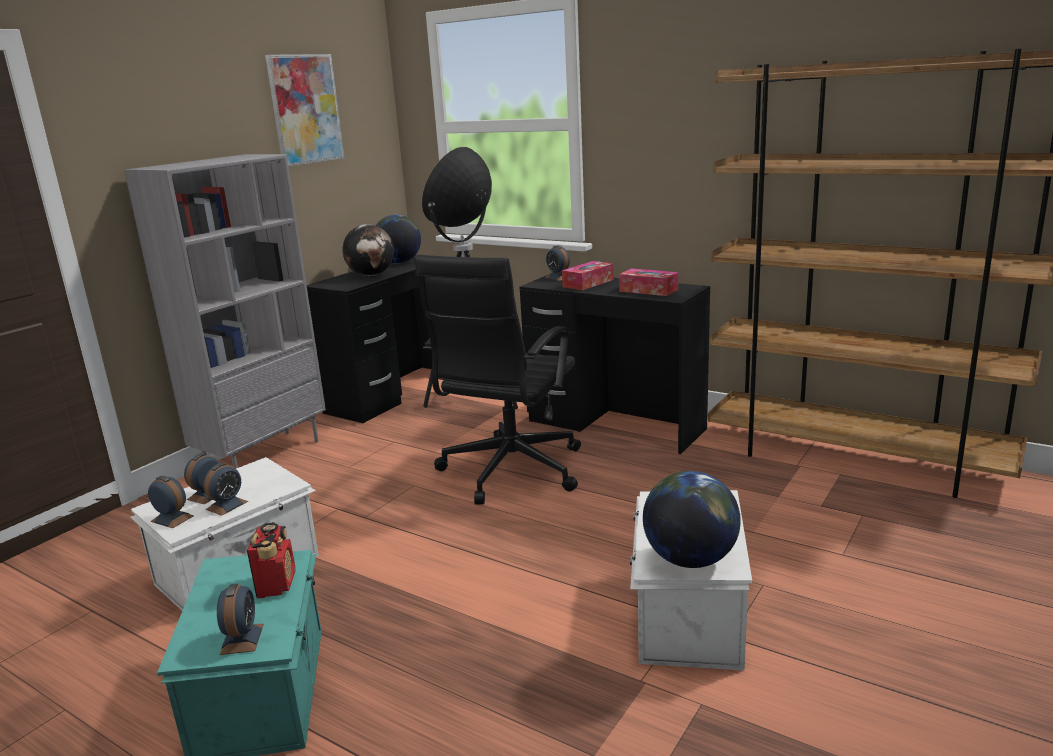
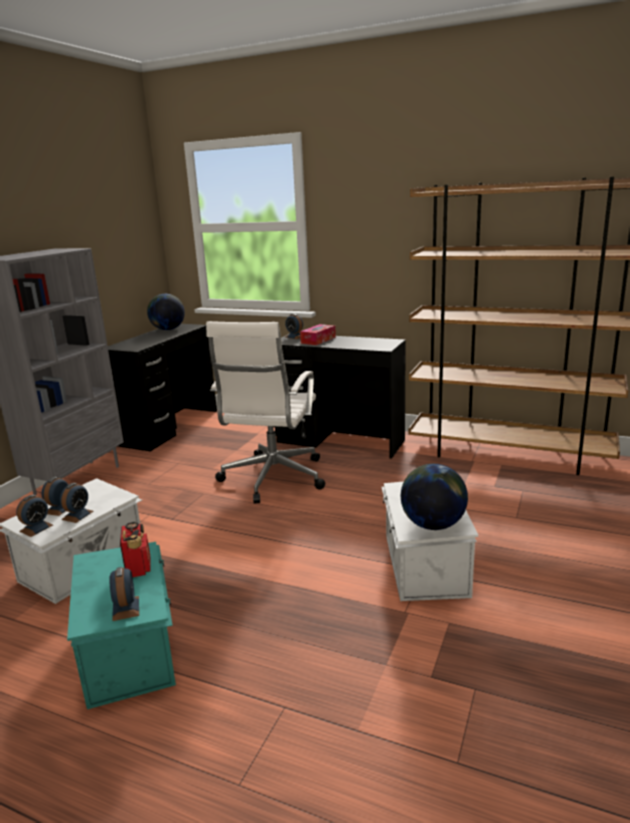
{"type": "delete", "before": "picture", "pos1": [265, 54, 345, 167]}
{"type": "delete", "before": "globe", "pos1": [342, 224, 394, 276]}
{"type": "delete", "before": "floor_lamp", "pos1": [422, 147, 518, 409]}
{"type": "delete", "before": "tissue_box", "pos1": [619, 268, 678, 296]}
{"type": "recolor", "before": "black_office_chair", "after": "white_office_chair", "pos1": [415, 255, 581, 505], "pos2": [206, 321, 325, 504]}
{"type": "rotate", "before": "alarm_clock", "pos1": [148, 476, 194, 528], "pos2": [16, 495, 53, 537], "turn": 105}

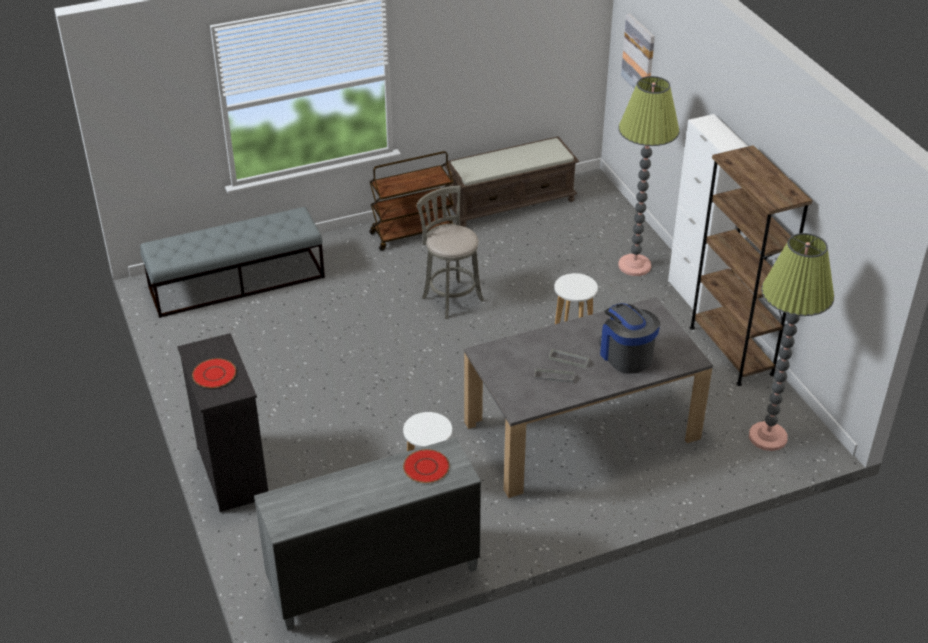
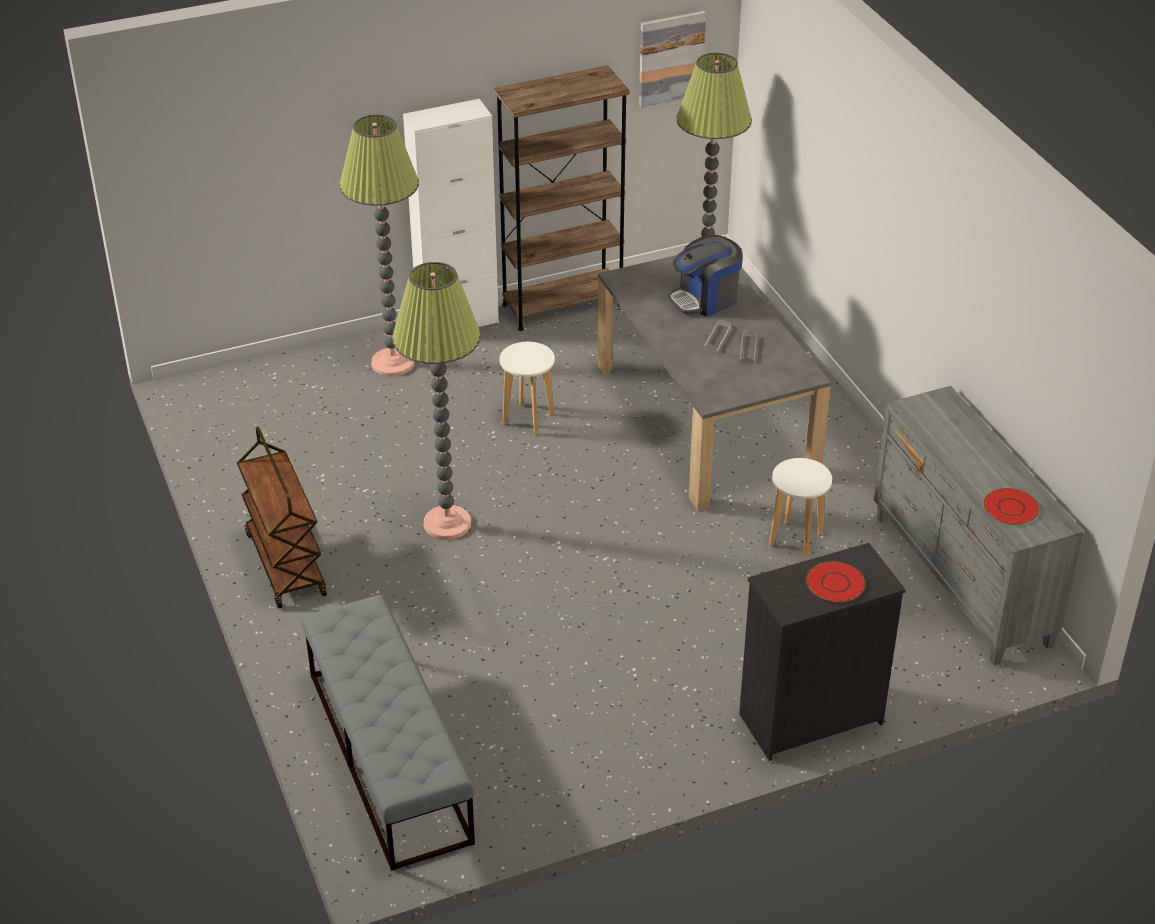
{"type": "delete", "before": "brown_bench", "pos1": [444, 136, 579, 227]}
{"type": "move", "before": "red_plate", "pos1": [403, 449, 449, 483], "pos2": [984, 488, 1040, 525]}
{"type": "move", "before": "picture", "pos1": [621, 13, 655, 89], "pos2": [639, 11, 706, 108]}
{"type": "replace", "before": "grey_stool", "after": "floor_lamp", "pos1": [417, 185, 484, 319], "pos2": [392, 262, 481, 540]}

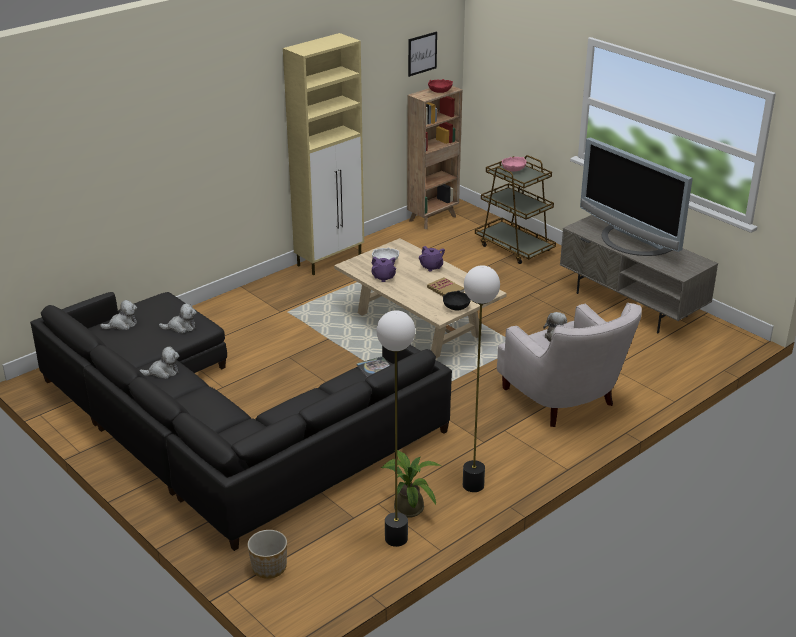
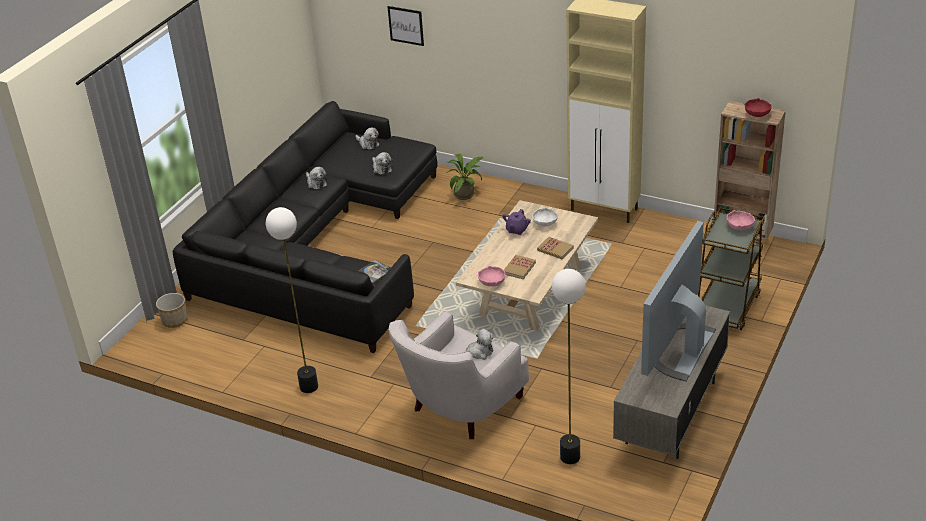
{"type": "move", "before": "floor_lamp", "pos1": [376, 310, 415, 547], "pos2": [552, 269, 585, 464]}
{"type": "move", "before": "potted_plant", "pos1": [381, 450, 441, 518], "pos2": [447, 153, 483, 200]}
{"type": "move", "before": "picture", "pos1": [408, 31, 437, 77], "pos2": [387, 6, 424, 46]}
{"type": "replace", "before": "purple_teapot", "after": "book", "pos1": [419, 246, 445, 272], "pos2": [537, 237, 574, 259]}
{"type": "recolor", "before": "black_bowl", "after": "pink_bowl", "pos1": [443, 290, 471, 310], "pos2": [478, 266, 505, 287]}

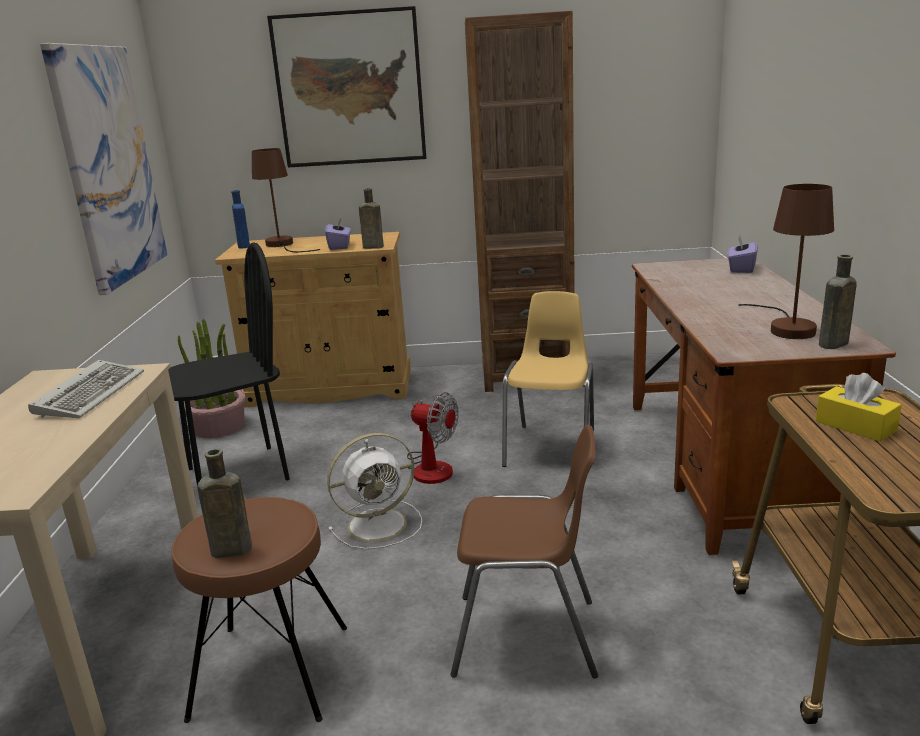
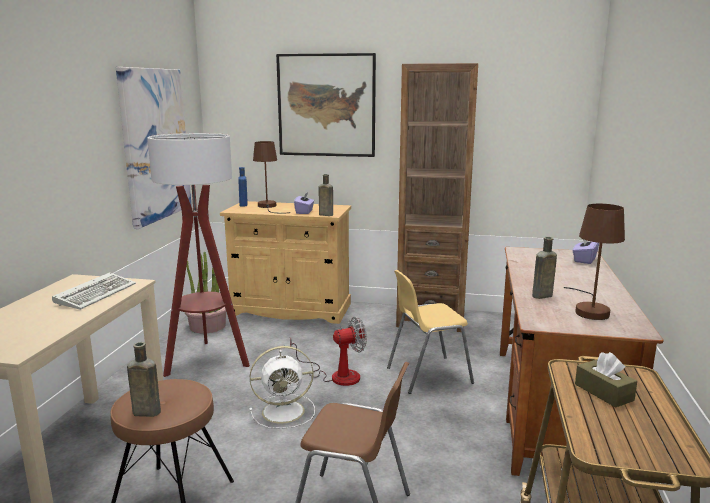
{"type": "move", "before": "brown_bottle", "pos1": [819, 254, 857, 349], "pos2": [532, 237, 557, 299]}
{"type": "replace", "before": "black_chair", "after": "floor_lamp", "pos1": [168, 242, 290, 486], "pos2": [147, 133, 250, 377]}
{"type": "recolor", "before": "yellow_tissue_box", "after": "brown_tissue_box", "pos1": [816, 373, 902, 442], "pos2": [575, 352, 637, 408]}
{"type": "rotate", "before": "fan", "pos1": [407, 392, 459, 484], "pos2": [290, 317, 367, 386], "turn": -60}
{"type": "rotate", "before": "yellow_chair", "pos1": [502, 291, 594, 467], "pos2": [387, 270, 474, 394], "turn": -135}

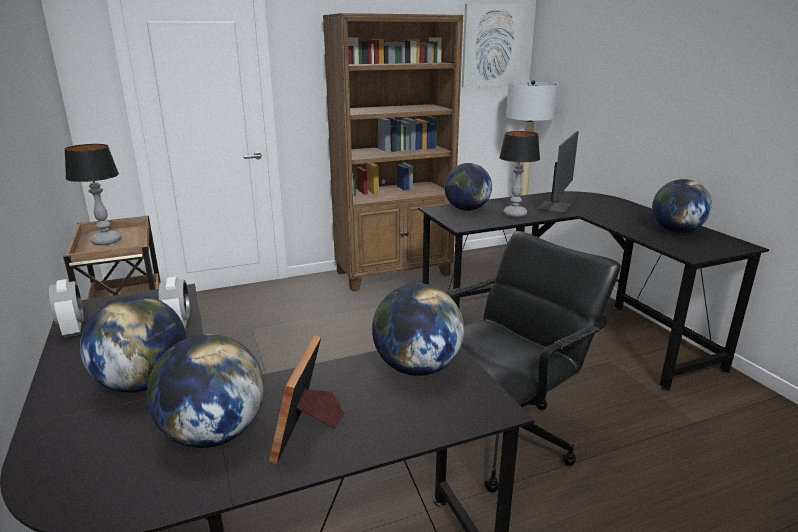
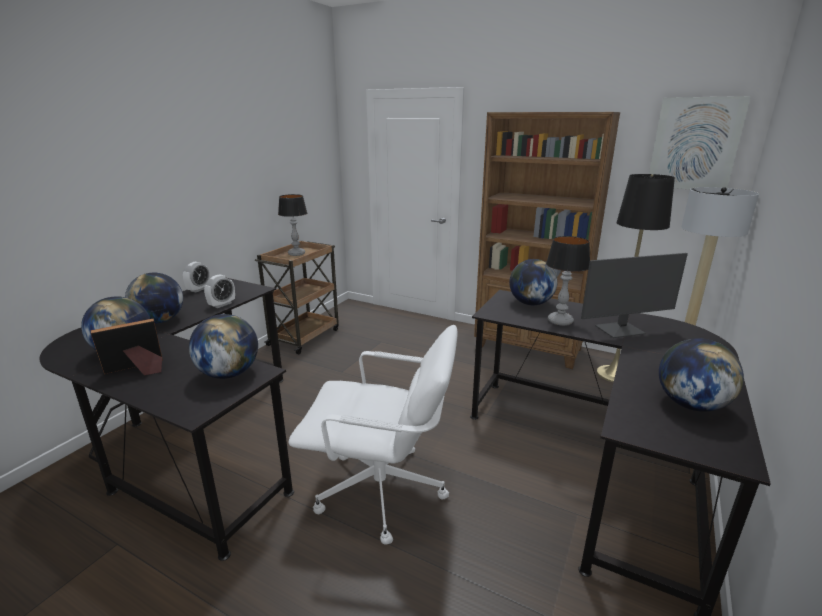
{"type": "insert", "after": "black_floor_lamp", "pos2": [596, 174, 675, 382]}
{"type": "recolor", "before": "black_office_chair", "after": "white_office_chair", "pos1": [445, 231, 621, 493], "pos2": [288, 325, 458, 545]}

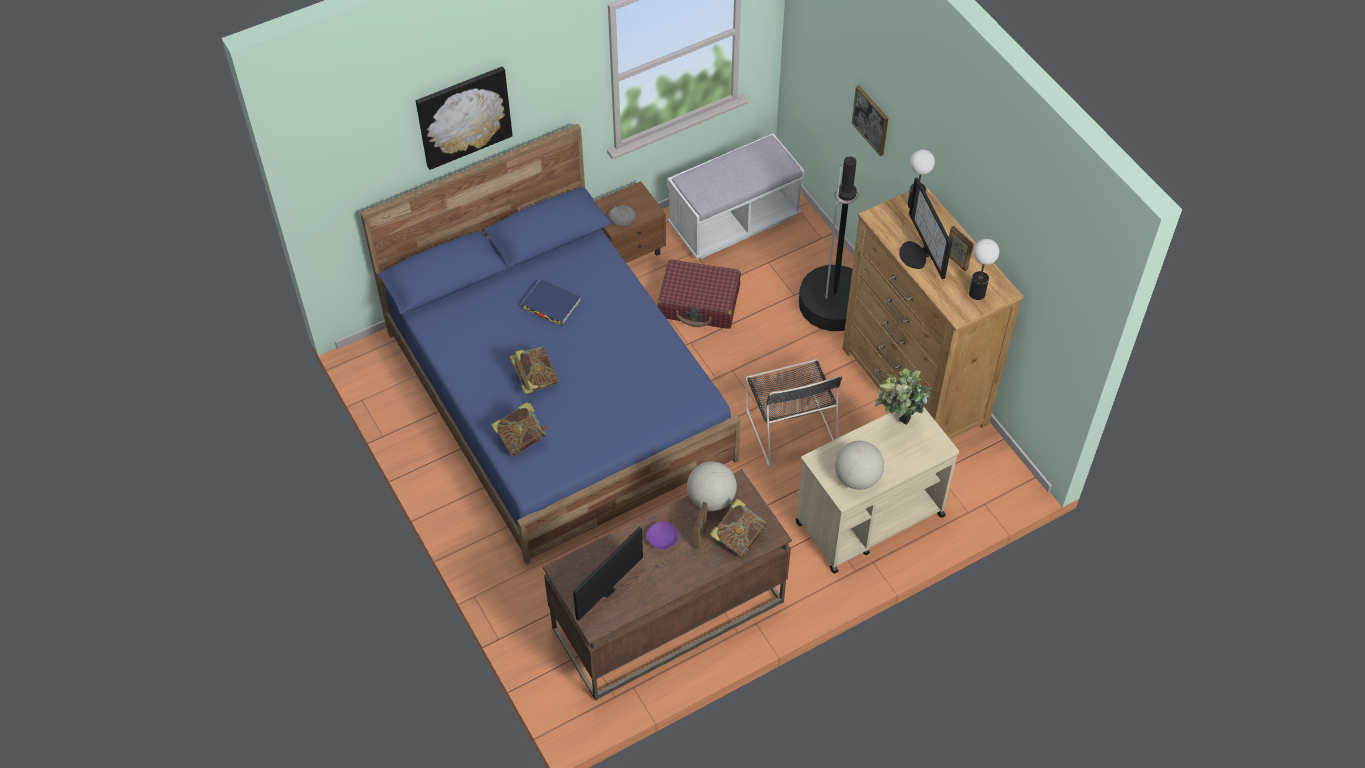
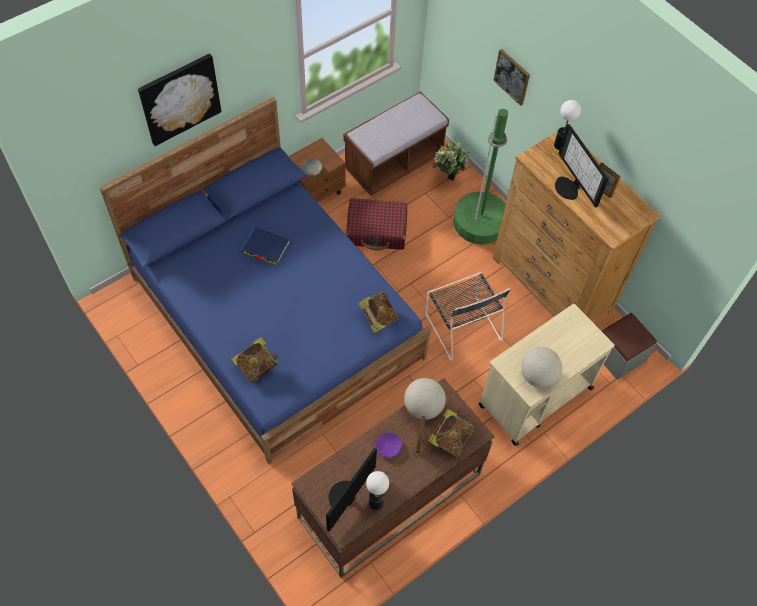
{"type": "insert", "after": "grey_ottoman", "pos2": [602, 313, 657, 379]}
{"type": "move", "before": "book", "pos1": [510, 347, 558, 395], "pos2": [358, 291, 399, 333]}
{"type": "move", "before": "potted_plant", "pos1": [875, 369, 933, 425], "pos2": [433, 142, 471, 181]}
{"type": "move", "before": "table_lamp", "pos1": [969, 239, 999, 300], "pos2": [366, 471, 389, 510]}
{"type": "recolor", "before": "white_bench", "after": "brown_bench", "pos1": [667, 133, 804, 259], "pos2": [343, 91, 449, 196]}
{"type": "recolor", "before": "black_floor_lamp", "after": "green_floor_lamp", "pos1": [799, 156, 858, 331], "pos2": [453, 109, 508, 245]}

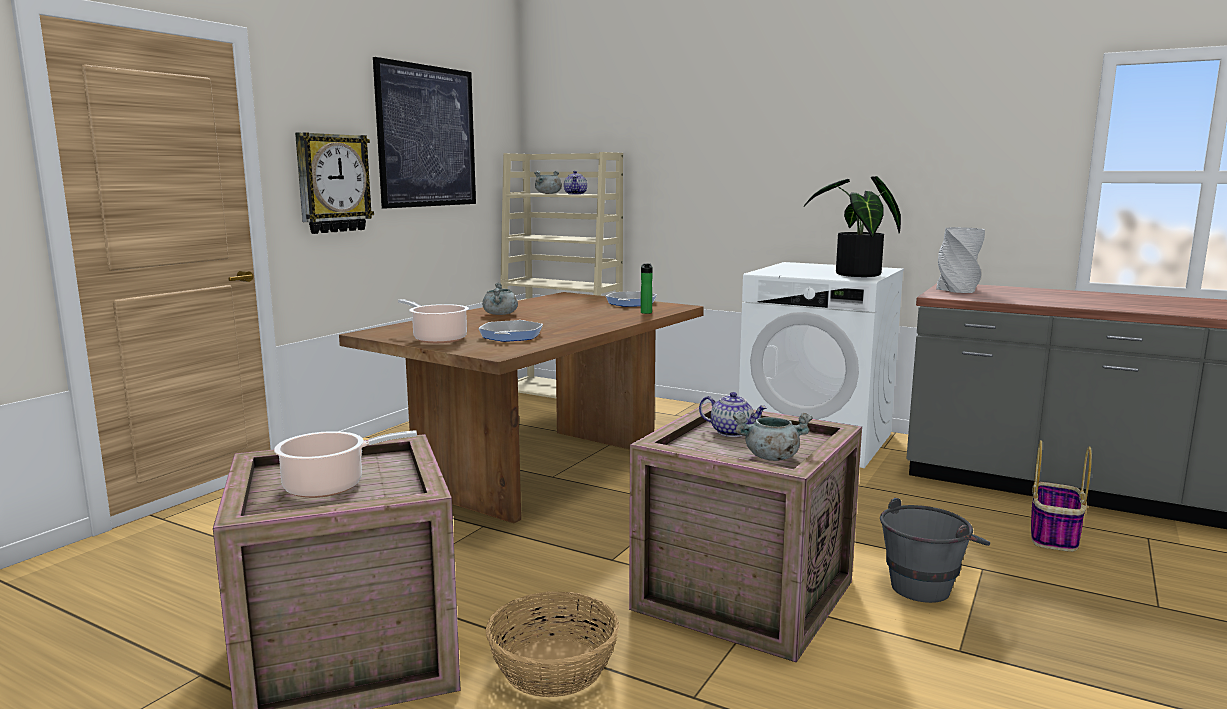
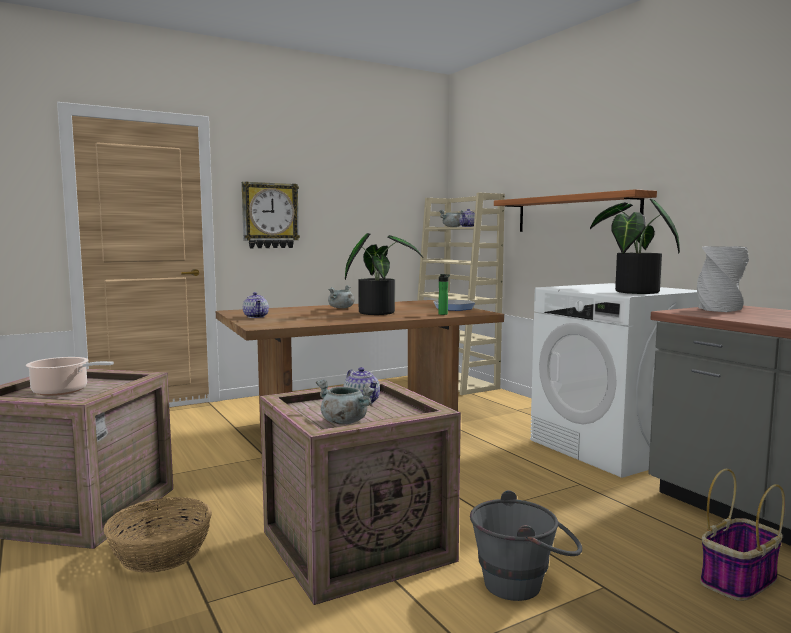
{"type": "delete", "before": "picture", "pos1": [373, 57, 476, 209]}
{"type": "delete", "before": "frying_pan", "pos1": [478, 320, 543, 342]}
{"type": "insert", "after": "potted_plant", "pos2": [345, 233, 423, 315]}
{"type": "insert", "after": "shelf", "pos2": [494, 189, 657, 232]}
{"type": "replace", "before": "cooking_pot", "after": "teapot", "pos1": [398, 299, 469, 343], "pos2": [243, 292, 269, 318]}

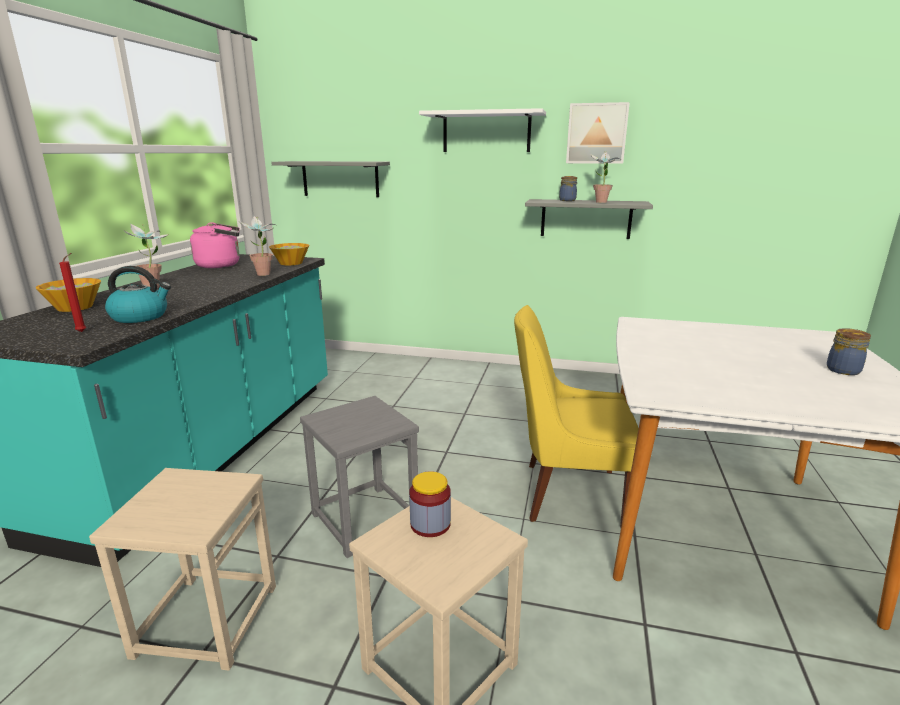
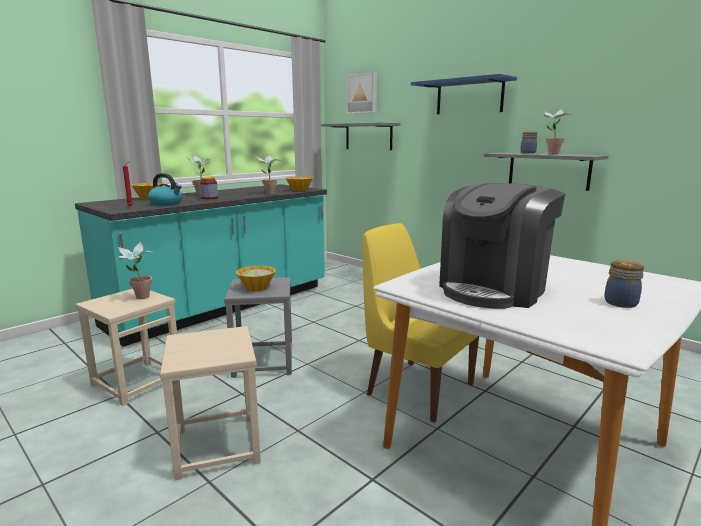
{"type": "delete", "before": "pink_kettle", "pos1": [190, 222, 240, 268]}
{"type": "insert", "after": "potted_plant", "pos2": [118, 241, 153, 299]}
{"type": "insert", "after": "bowl", "pos2": [236, 266, 276, 291]}
{"type": "insert", "after": "coffee_machine", "pos2": [439, 183, 566, 309]}
{"type": "move", "before": "jar", "pos1": [409, 471, 451, 537], "pos2": [200, 177, 218, 199]}
{"type": "move", "before": "picture", "pos1": [566, 102, 630, 164], "pos2": [346, 72, 377, 114]}
{"type": "recolor", "before": "white_shelf", "after": "blue_shelf", "pos1": [419, 108, 546, 152], "pos2": [411, 74, 517, 114]}

